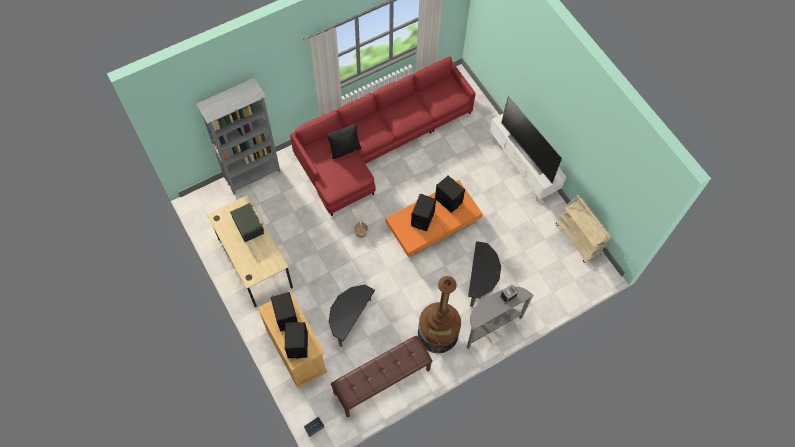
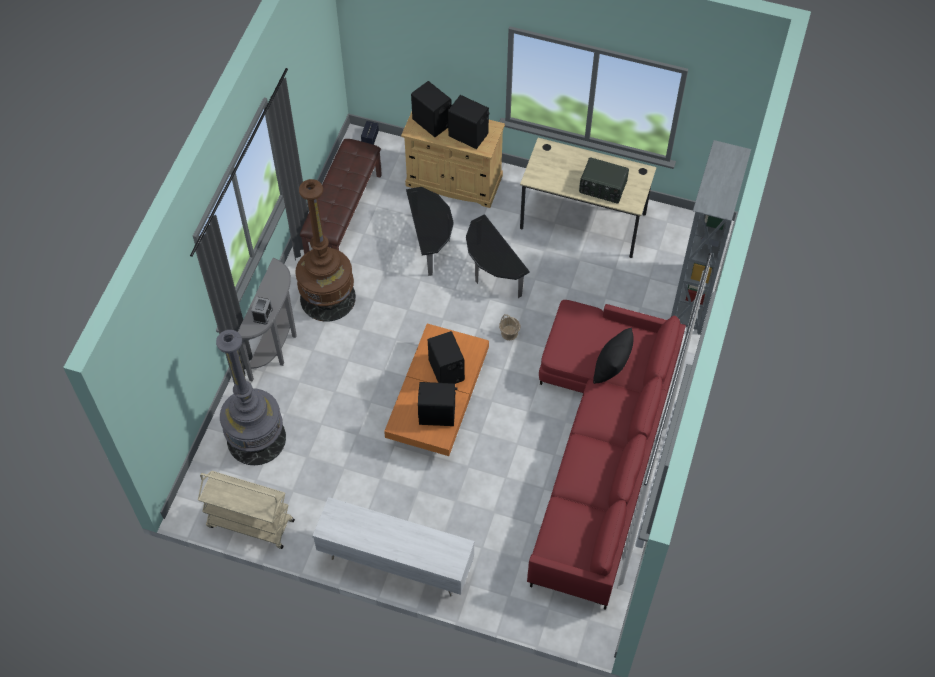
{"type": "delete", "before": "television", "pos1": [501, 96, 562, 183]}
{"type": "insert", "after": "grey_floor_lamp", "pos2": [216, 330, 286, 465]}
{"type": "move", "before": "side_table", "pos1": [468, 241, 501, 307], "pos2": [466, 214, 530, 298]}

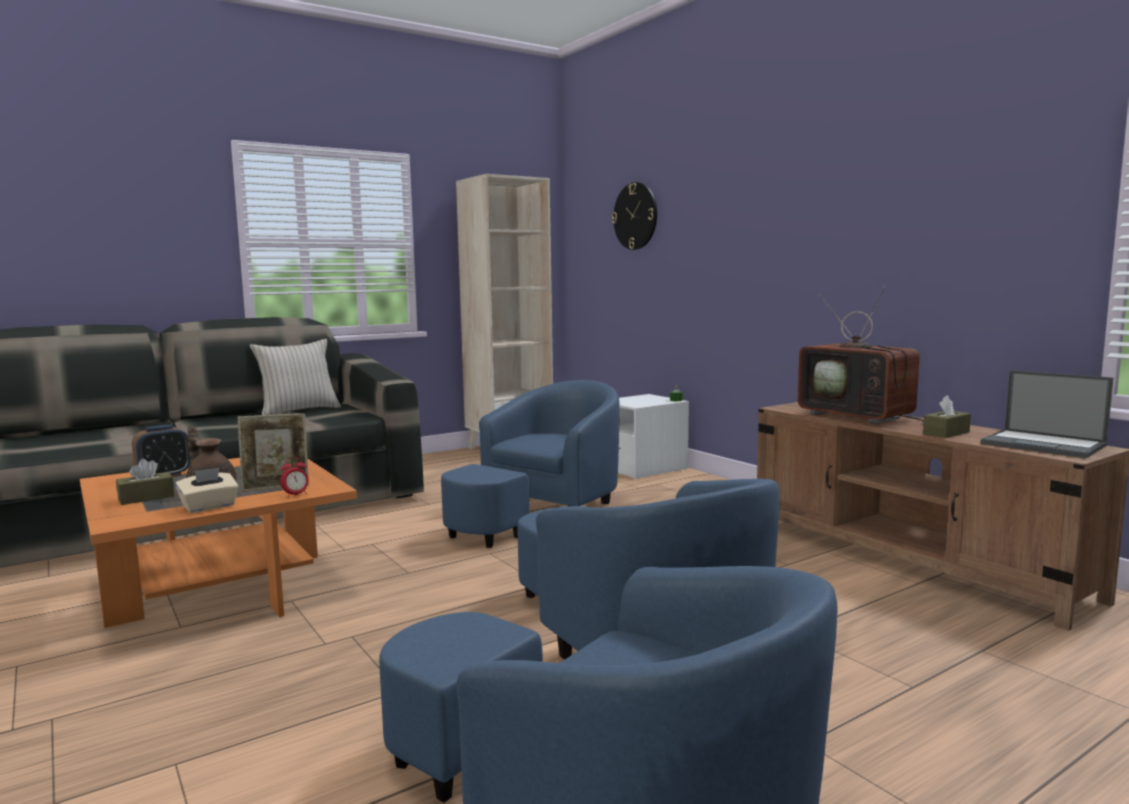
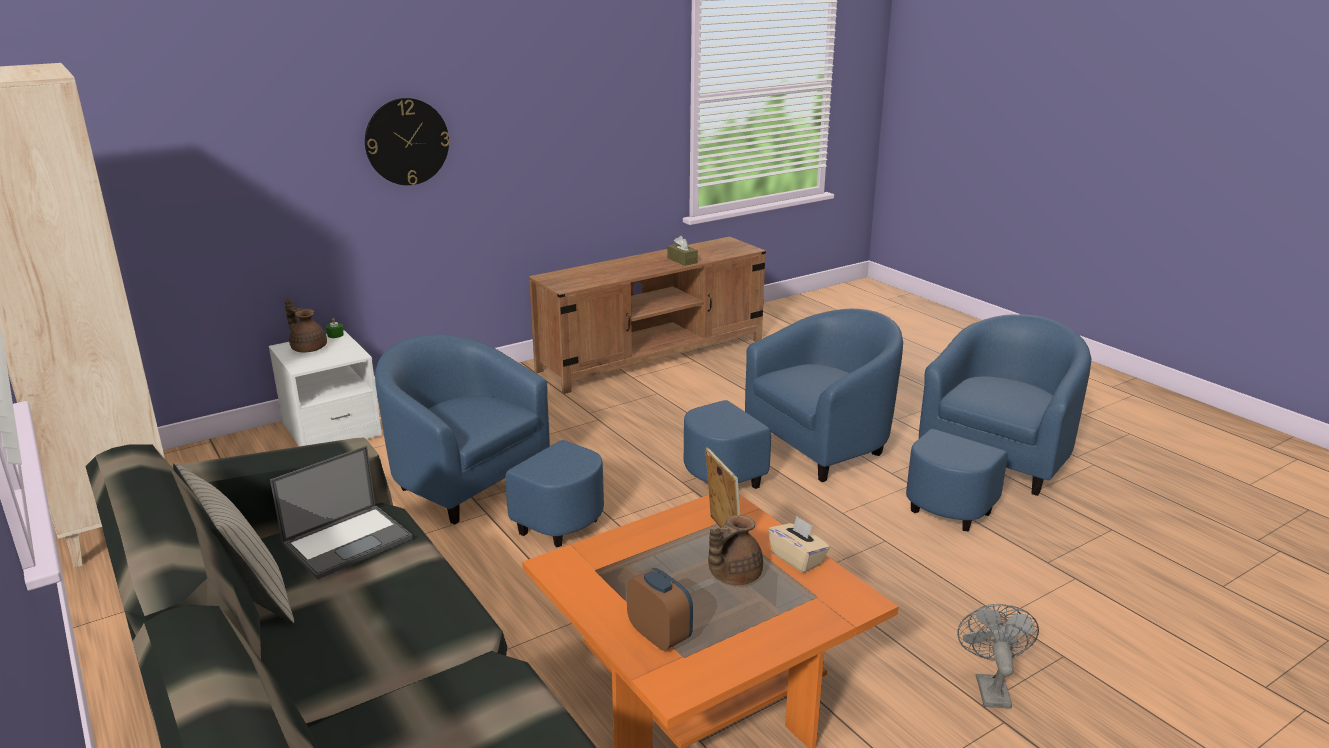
{"type": "delete", "before": "brown_tissue_box", "pos1": [116, 459, 175, 505]}
{"type": "delete", "before": "alarm_clock", "pos1": [280, 457, 309, 498]}
{"type": "delete", "before": "television", "pos1": [798, 285, 924, 425]}
{"type": "insert", "after": "brown_teapot", "pos2": [285, 298, 327, 352]}
{"type": "insert", "after": "grey_fan", "pos2": [957, 604, 1039, 709]}
{"type": "move", "before": "wall_clock", "pos1": [612, 182, 657, 250], "pos2": [365, 98, 450, 185]}
{"type": "move", "before": "laptop", "pos1": [980, 370, 1114, 458], "pos2": [270, 446, 413, 580]}

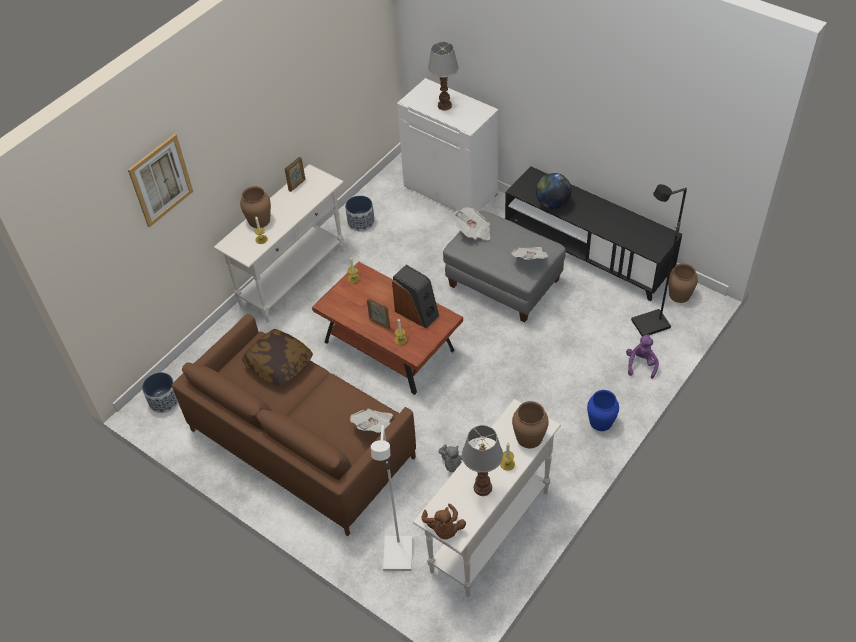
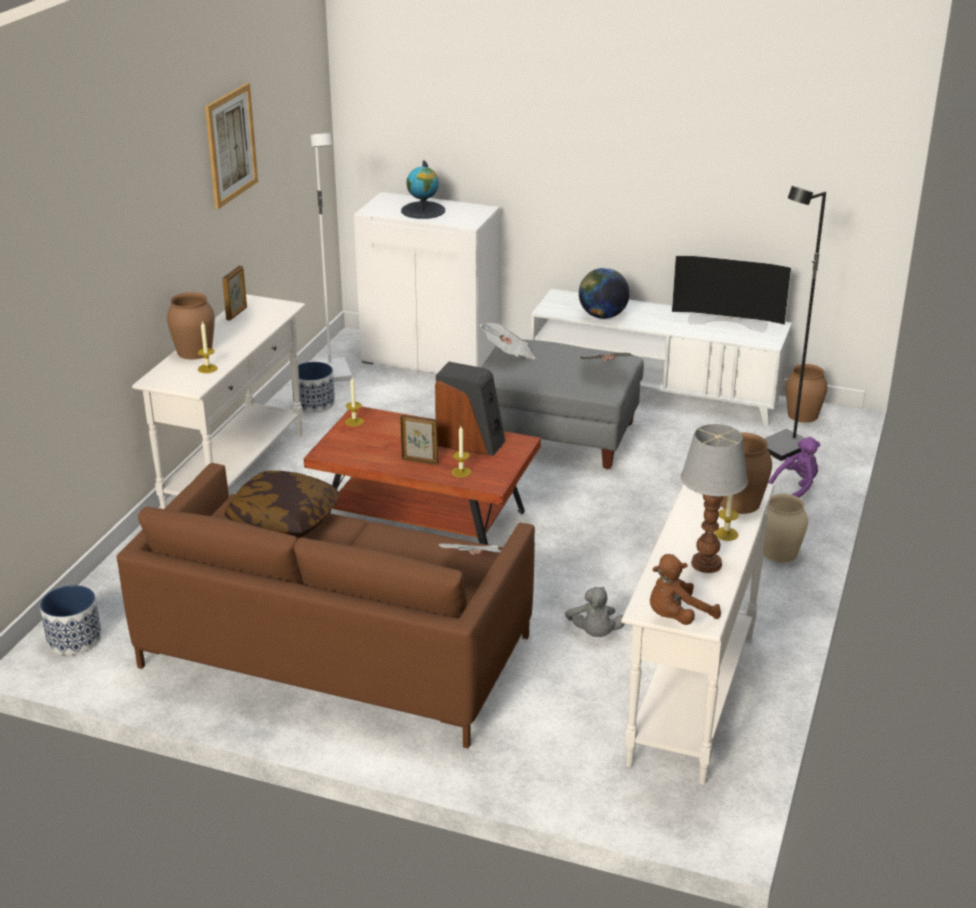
{"type": "insert", "after": "television", "pos2": [671, 255, 792, 332]}
{"type": "move", "before": "picture", "pos1": [128, 134, 193, 227], "pos2": [205, 83, 258, 209]}
{"type": "move", "before": "white_floor_lamp", "pos1": [371, 425, 413, 571], "pos2": [310, 133, 352, 382]}
{"type": "replace", "before": "table_lamp", "after": "globe", "pos1": [428, 42, 459, 110], "pos2": [401, 160, 445, 219]}
{"type": "recolor", "before": "black_tv_stand", "after": "white_tv_stand", "pos1": [505, 166, 682, 301], "pos2": [531, 288, 792, 426]}
{"type": "recolor", "before": "blue_vase", "after": "beige_vase", "pos1": [587, 390, 619, 431], "pos2": [763, 494, 808, 562]}
{"type": "rotate", "before": "brown_plush_toy", "pos1": [421, 504, 466, 539], "pos2": [650, 554, 721, 625], "turn": 90}
{"type": "rotate", "before": "purple_plush_toy", "pos1": [626, 334, 659, 379], "pos2": [768, 437, 820, 497], "turn": 60}

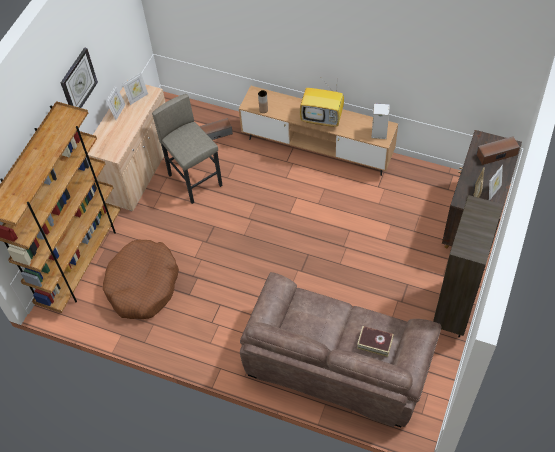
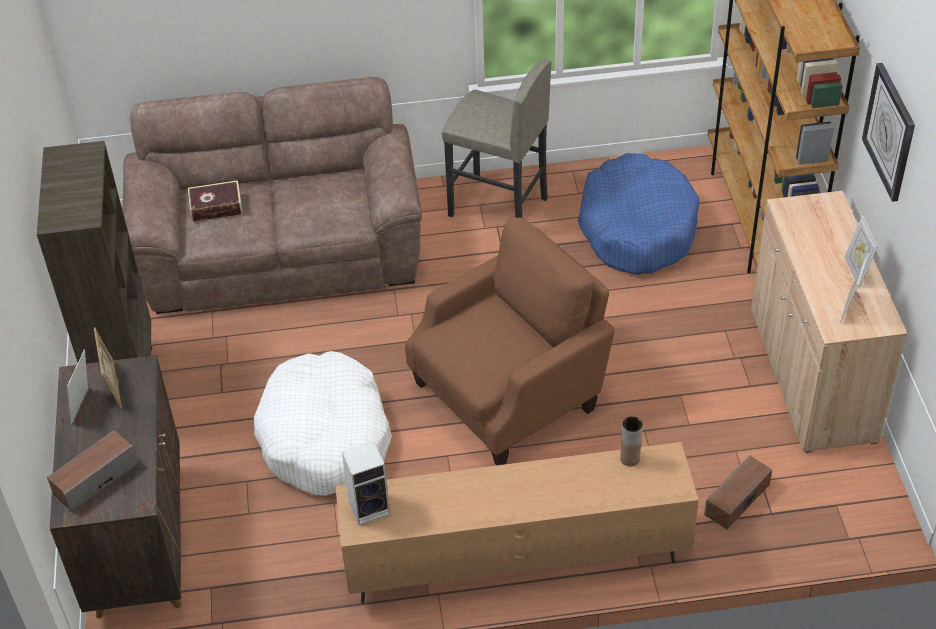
{"type": "delete", "before": "television", "pos1": [300, 80, 344, 127]}
{"type": "insert", "after": "white_dog_bed", "pos2": [254, 351, 392, 496]}
{"type": "insert", "after": "brown_armchair", "pos2": [405, 217, 615, 466]}
{"type": "move", "before": "grey_stool", "pos1": [152, 94, 223, 204], "pos2": [442, 59, 551, 218]}
{"type": "recolor", "before": "brown_dog_bed", "after": "blue_dog_bed", "pos1": [103, 240, 179, 319], "pos2": [578, 153, 700, 275]}

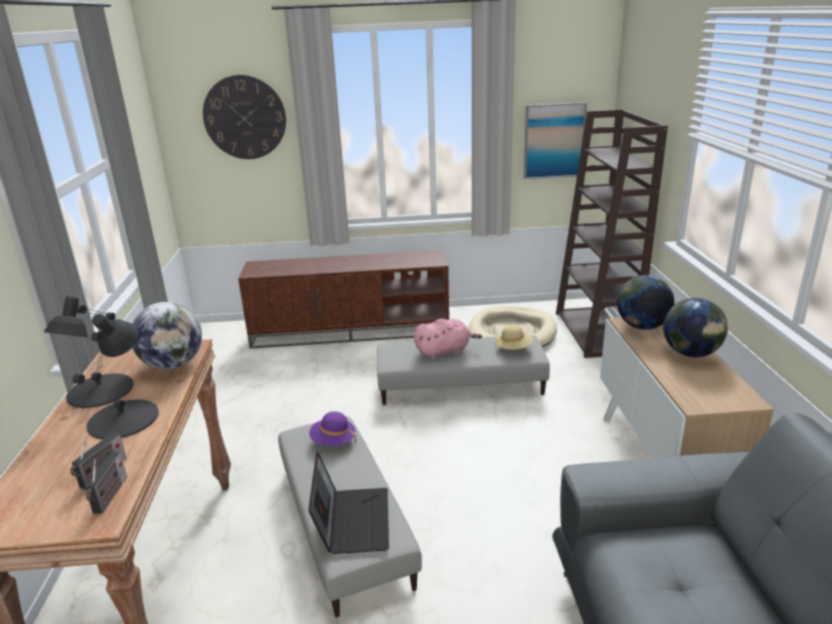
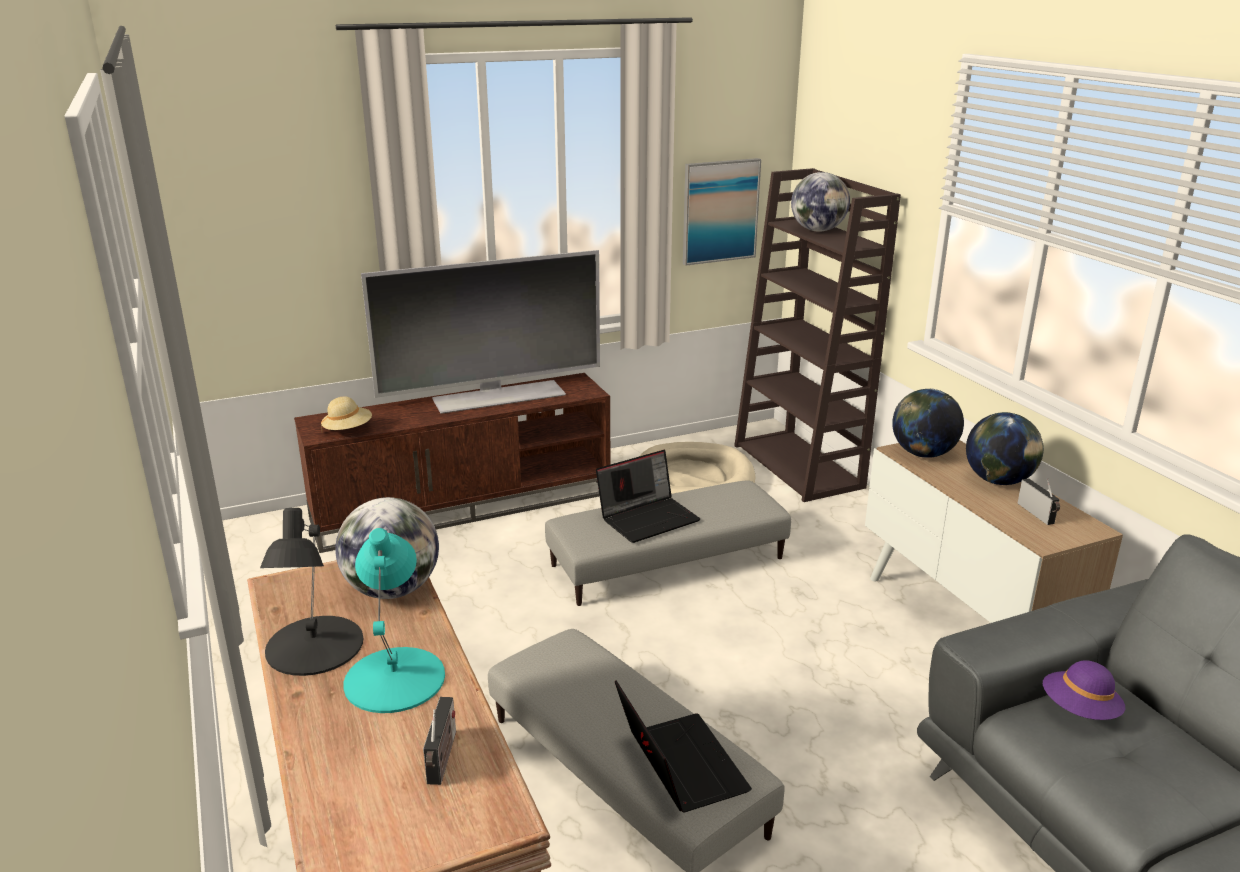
{"type": "delete", "before": "wall_clock", "pos1": [203, 75, 286, 159]}
{"type": "insert", "after": "television", "pos2": [361, 250, 600, 414]}
{"type": "insert", "after": "globe", "pos2": [791, 172, 850, 232]}
{"type": "move", "before": "radio", "pos1": [85, 452, 127, 514], "pos2": [1018, 478, 1060, 525]}
{"type": "move", "before": "purple_hat", "pos1": [309, 411, 356, 446], "pos2": [1043, 660, 1125, 720]}
{"type": "move", "before": "beige_hat", "pos1": [496, 324, 533, 350], "pos2": [321, 397, 372, 430]}
{"type": "replace", "before": "pink_plush_toy", "after": "laptop", "pos1": [414, 319, 482, 359], "pos2": [596, 450, 700, 543]}
{"type": "recolor", "before": "black_table_lamp", "after": "turquoise_table_lamp", "pos1": [73, 314, 159, 439], "pos2": [343, 528, 445, 713]}

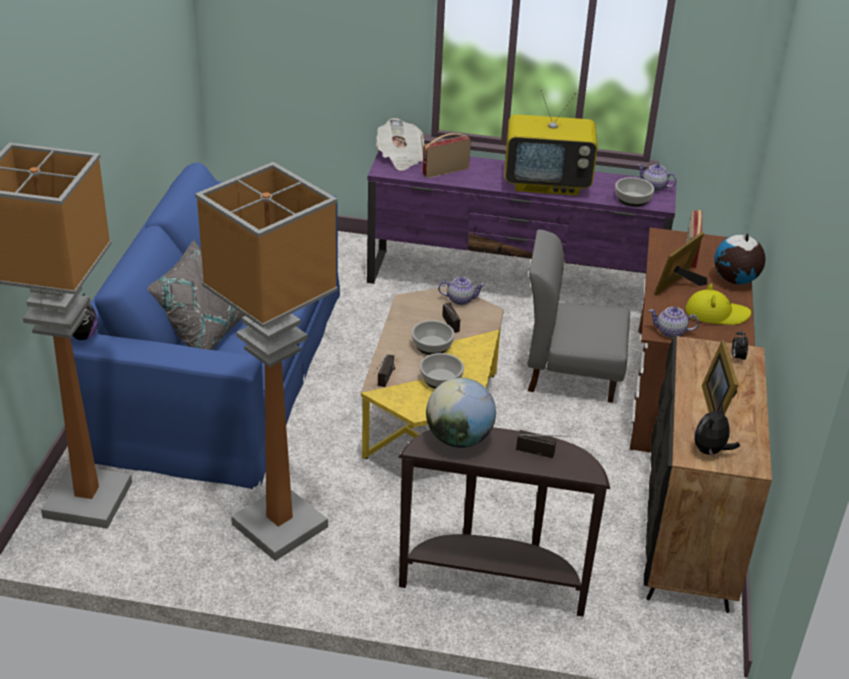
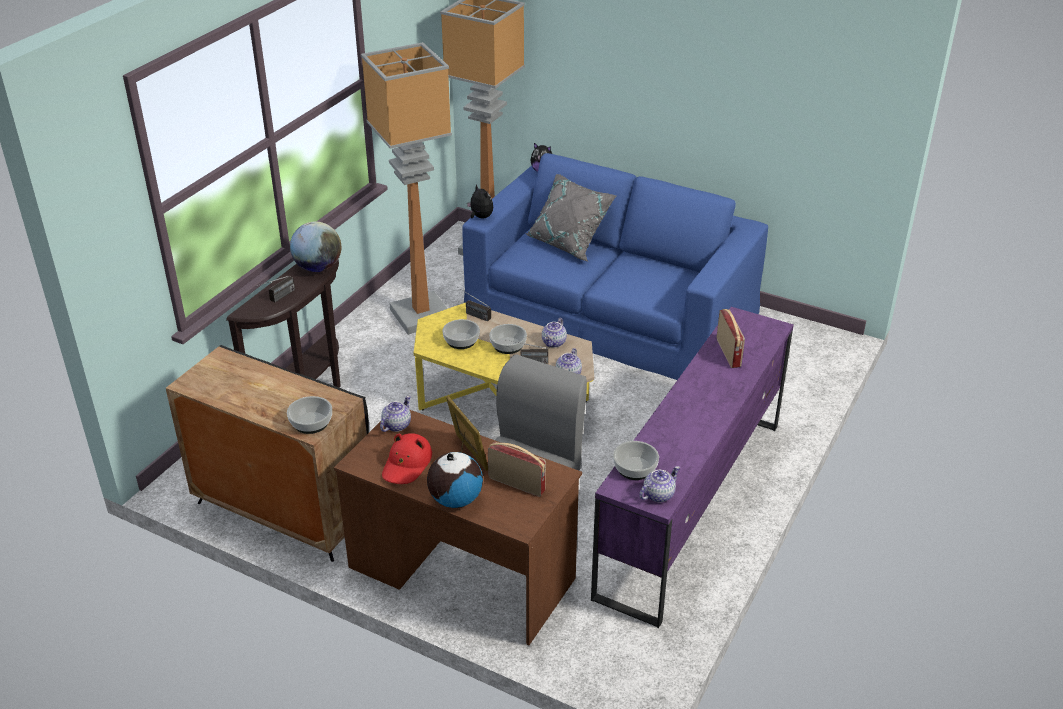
{"type": "delete", "before": "newspaper", "pos1": [376, 118, 424, 171]}
{"type": "delete", "before": "television", "pos1": [505, 89, 597, 195]}
{"type": "delete", "before": "picture_frame", "pos1": [702, 340, 738, 415]}
{"type": "insert", "after": "teapot", "pos2": [542, 318, 567, 348]}
{"type": "move", "before": "plush_toy", "pos1": [694, 404, 740, 458], "pos2": [467, 184, 493, 219]}
{"type": "replace", "before": "alarm_clock", "after": "bowl", "pos1": [732, 330, 748, 362], "pos2": [287, 396, 332, 434]}
{"type": "recolor", "before": "yellow_hat", "after": "red_hat", "pos1": [686, 284, 751, 325], "pos2": [382, 433, 432, 484]}

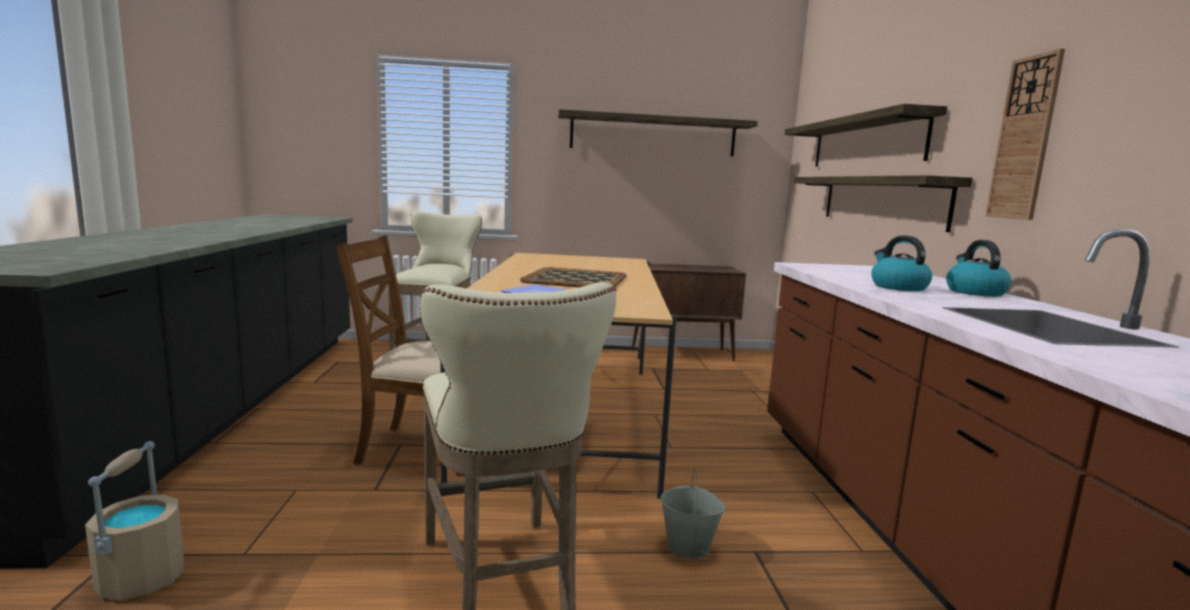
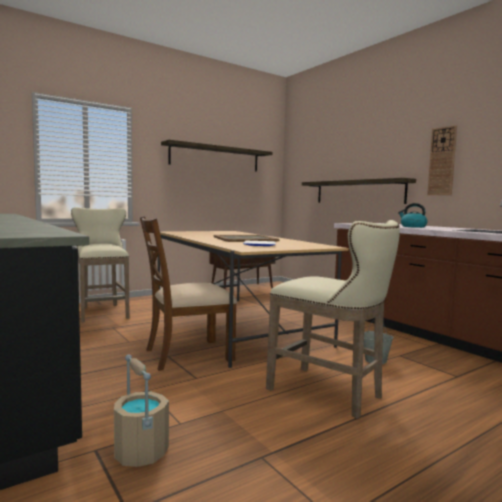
{"type": "delete", "before": "shelf", "pos1": [785, 104, 947, 167]}
{"type": "delete", "before": "kettle", "pos1": [946, 240, 1012, 297]}

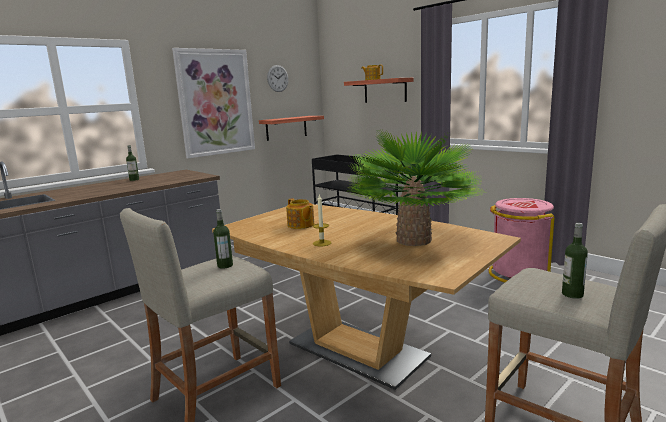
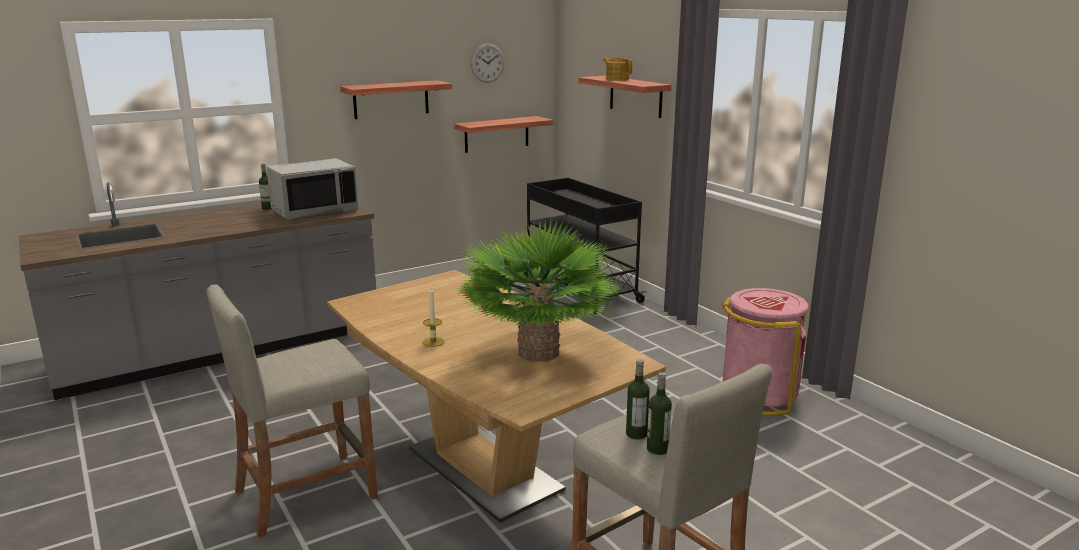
{"type": "delete", "before": "teapot", "pos1": [286, 198, 314, 229]}
{"type": "insert", "after": "grey_microwave", "pos2": [266, 158, 358, 220]}
{"type": "move", "before": "bottle", "pos1": [213, 209, 233, 269], "pos2": [626, 359, 650, 440]}
{"type": "replace", "before": "picture", "after": "shelf", "pos1": [172, 48, 255, 158], "pos2": [340, 80, 452, 119]}

